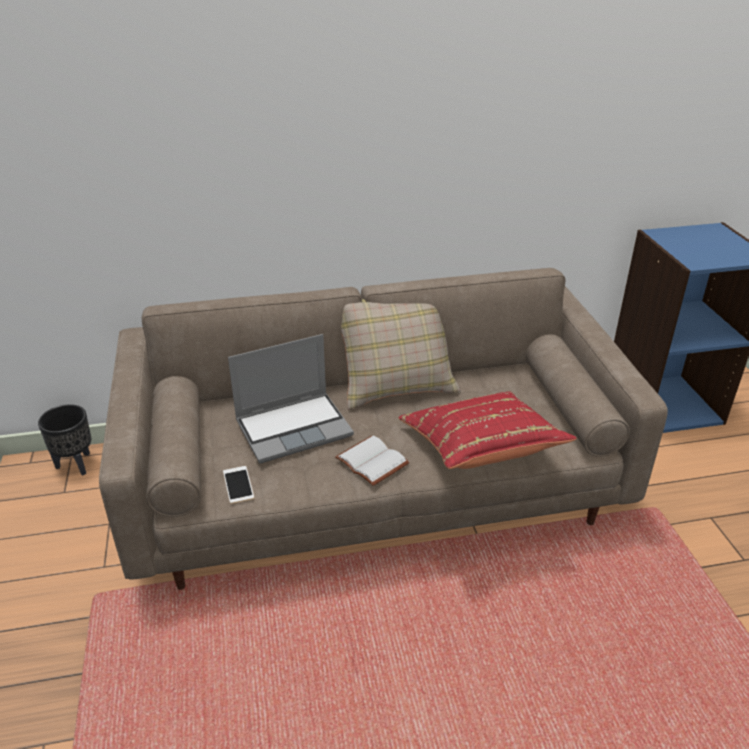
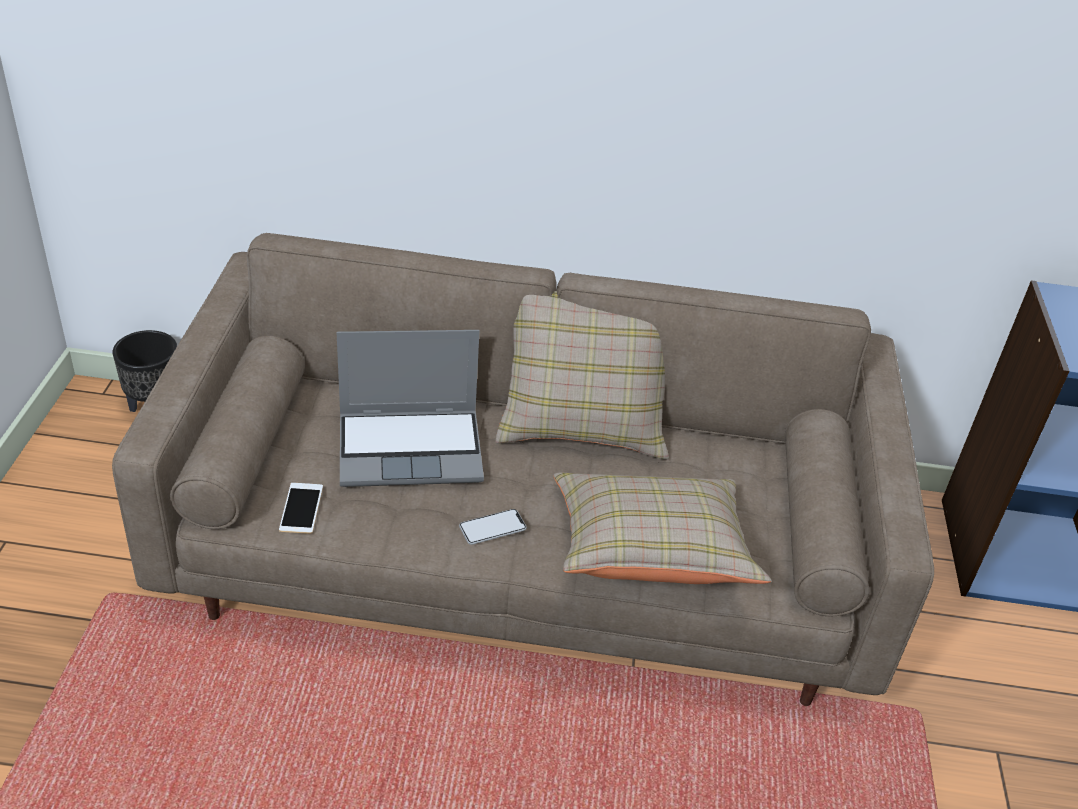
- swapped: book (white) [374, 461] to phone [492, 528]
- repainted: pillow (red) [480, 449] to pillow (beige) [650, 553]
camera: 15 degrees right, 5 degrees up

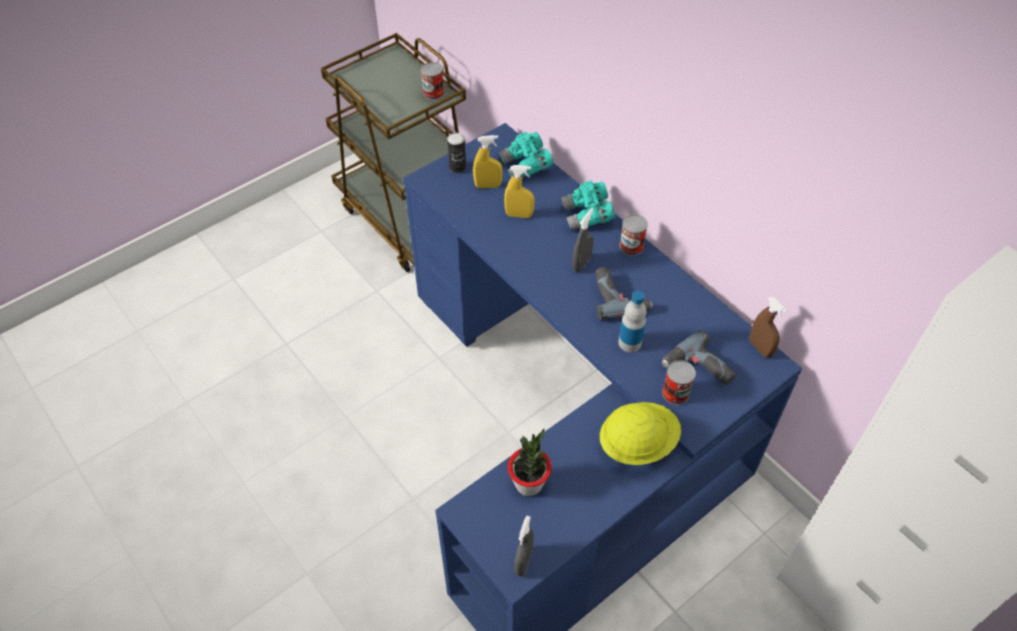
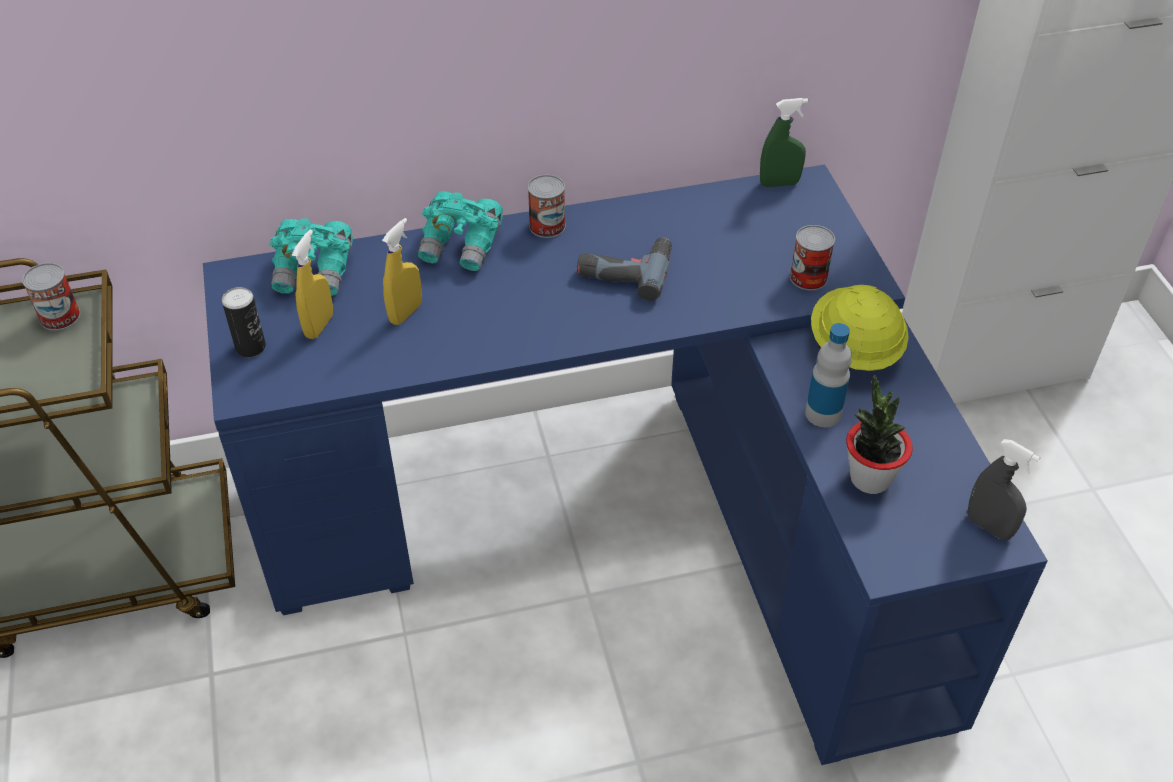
- gone: spray bottle (grey) [581, 263]
- gone: power drill [698, 369]
- shifted: bottle [629, 343] to [823, 413]
- repainted: spray bottle (brown) [760, 348] to spray bottle (green) [779, 183]
camera: 65 degrees left, 5 degrees down

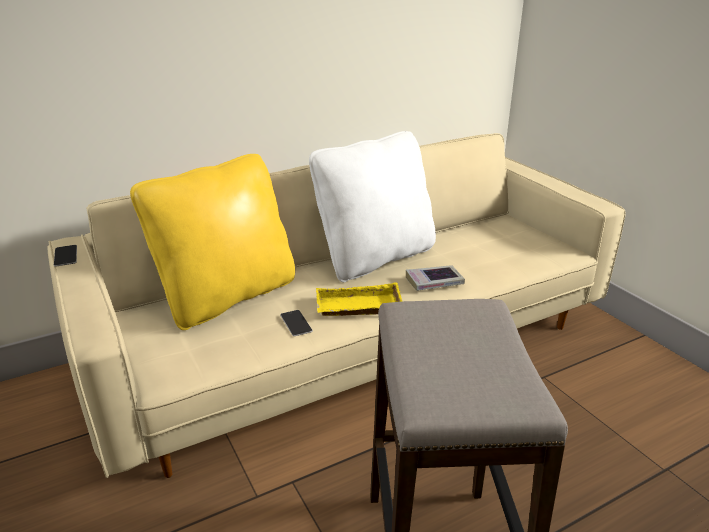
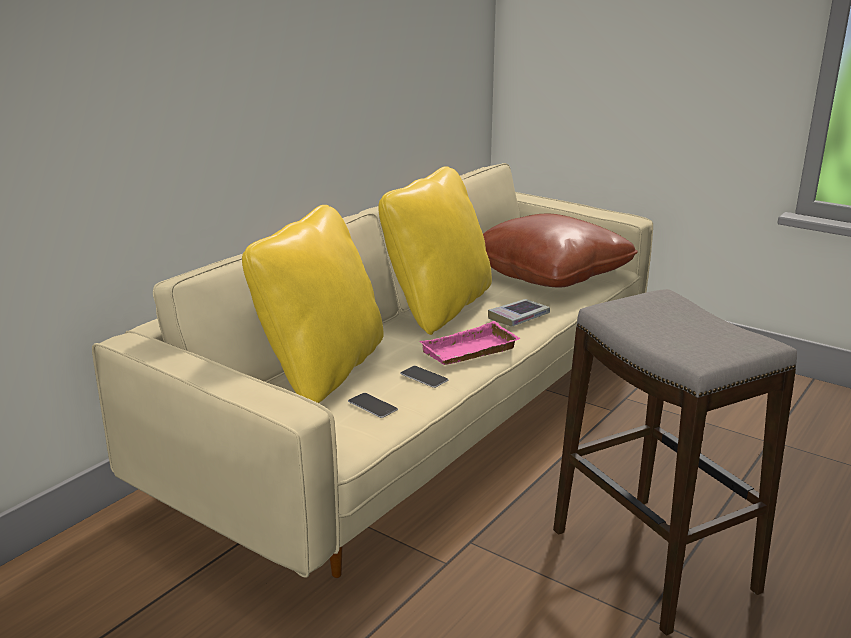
- new: pillow (brown) [549, 274]
- shifted: phone [65, 255] to [372, 405]
- repainted: pillow (white) [375, 258] to pillow (yellow) [438, 308]
- repainted: tray (yellow) [357, 308] to tray (pink) [470, 352]
camera: 25 degrees left, 5 degrees down

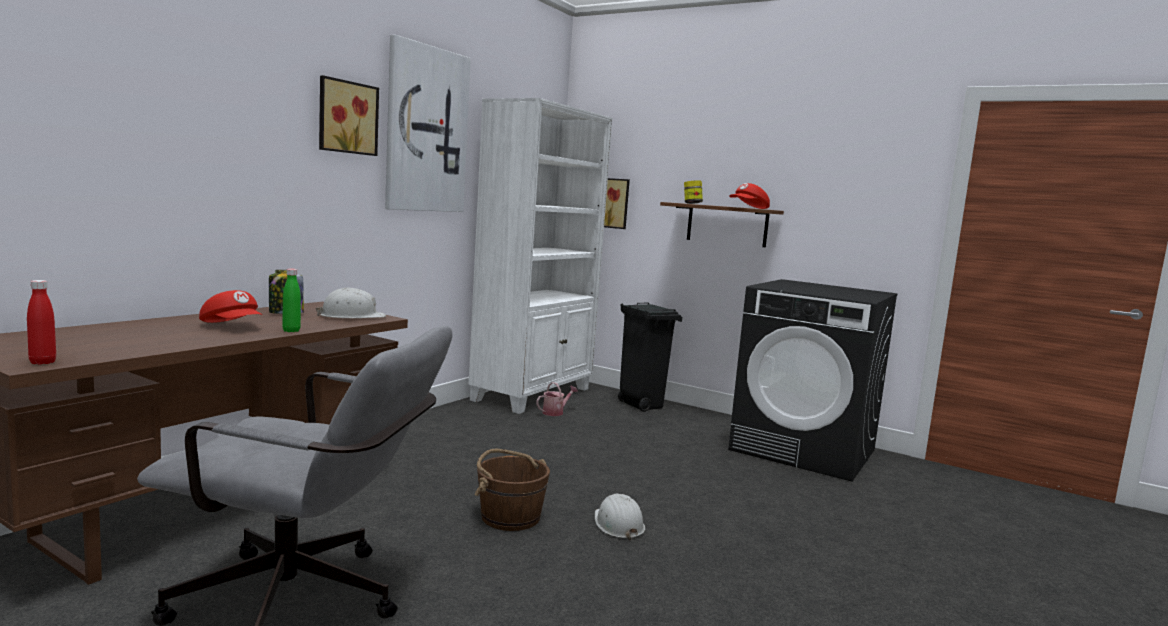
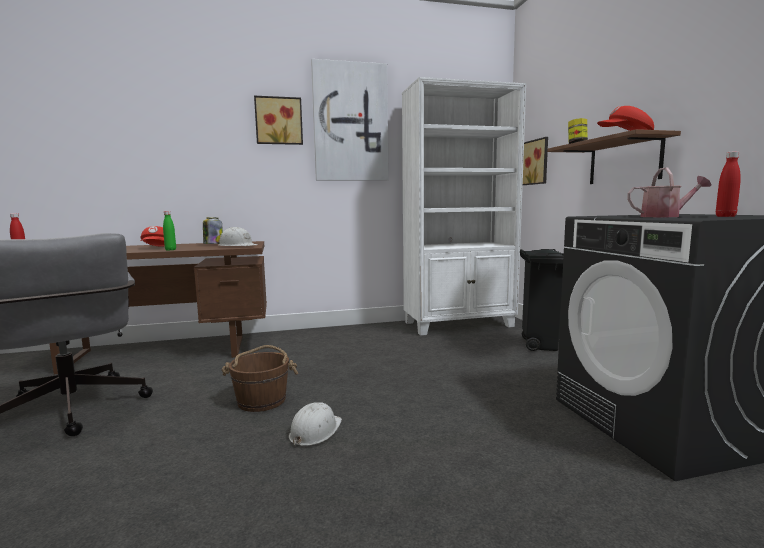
- new: bottle (red) [725, 216]
- shifted: watering can [555, 412] to [665, 216]
camera: 45 degrees right, 0 degrees up

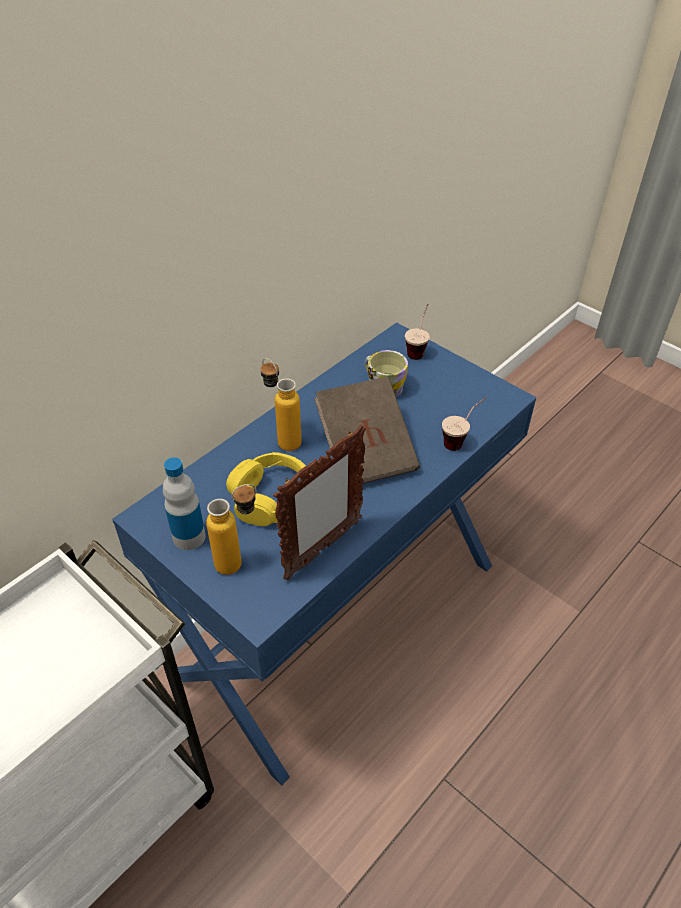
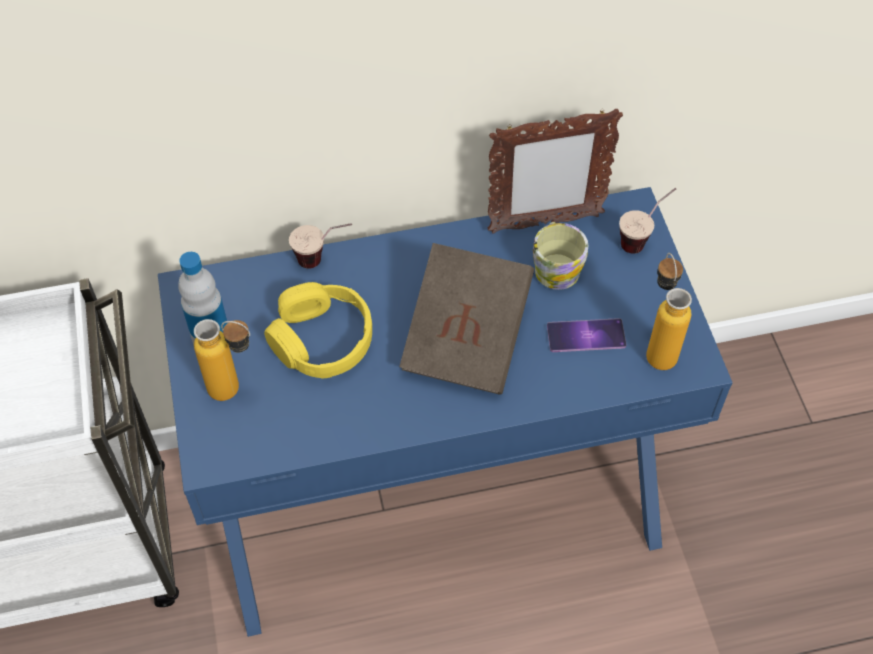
- new: phone [586, 335]
- shifted: bottle [282, 439] to [657, 347]
- shifted: picture frame [322, 549] to [544, 223]
- shifted: cup [461, 440] to [323, 259]
camera: 35 degrees right, 10 degrees up

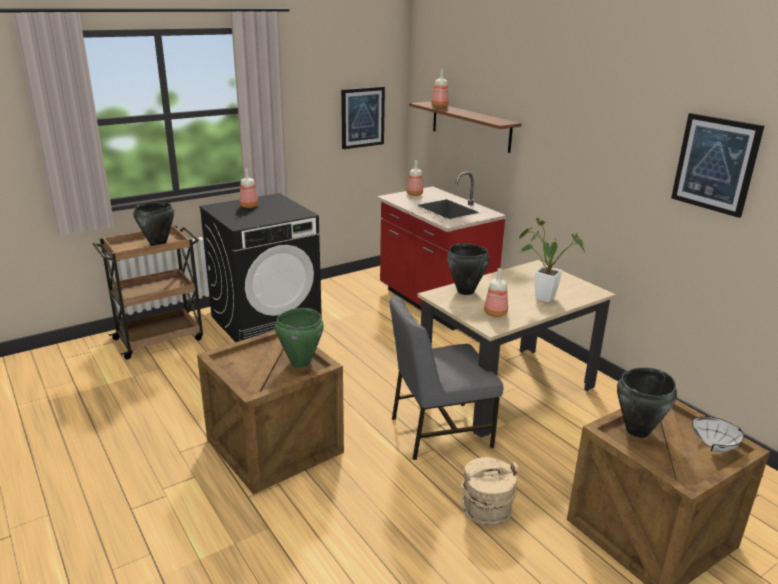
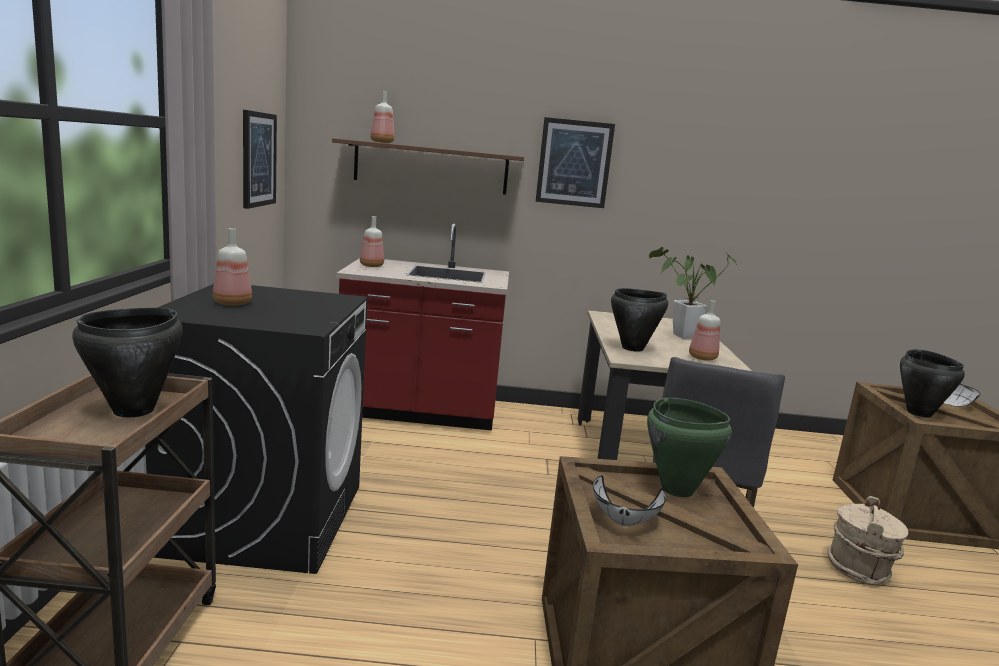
- new: bowl (white) [624, 522]
- shifted: picture [715, 164] to [574, 163]
camera: 55 degrees left, 10 degrees down

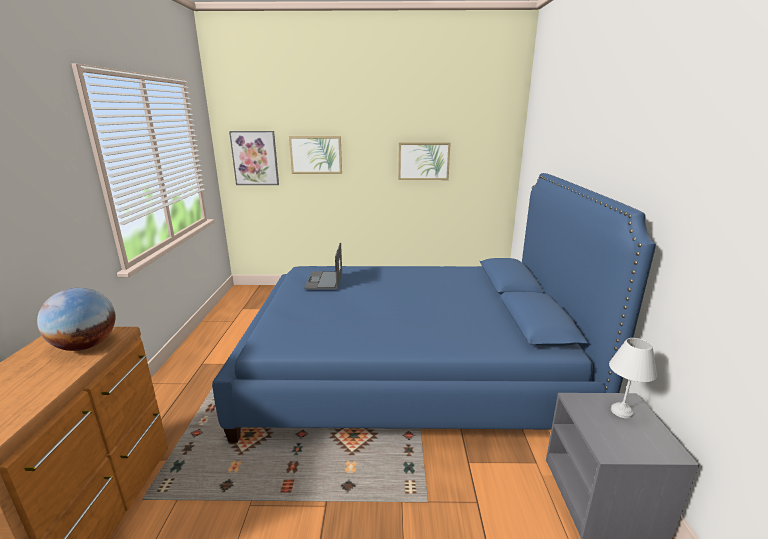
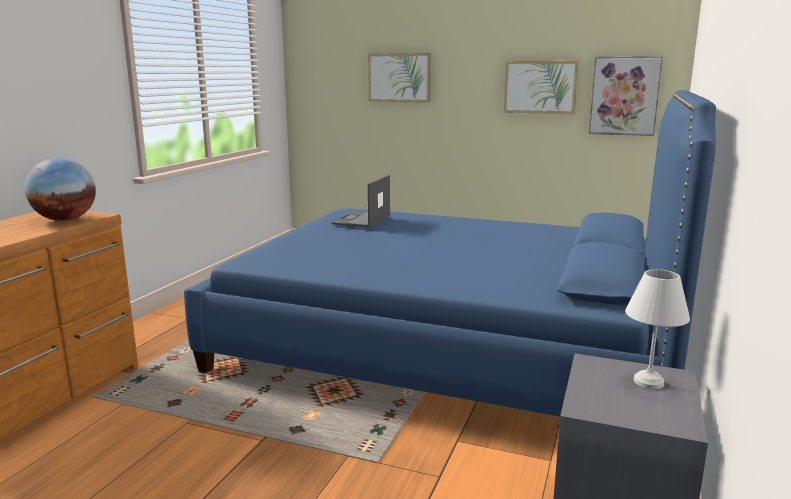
- shifted: picture [255, 158] to [624, 96]
camera: 20 degrees right, 5 degrees down

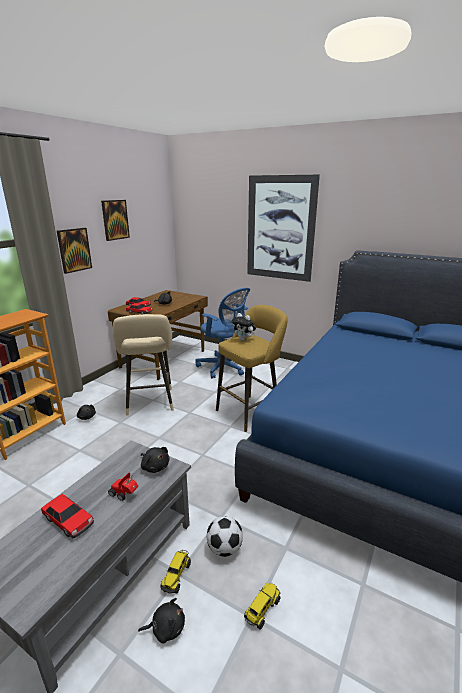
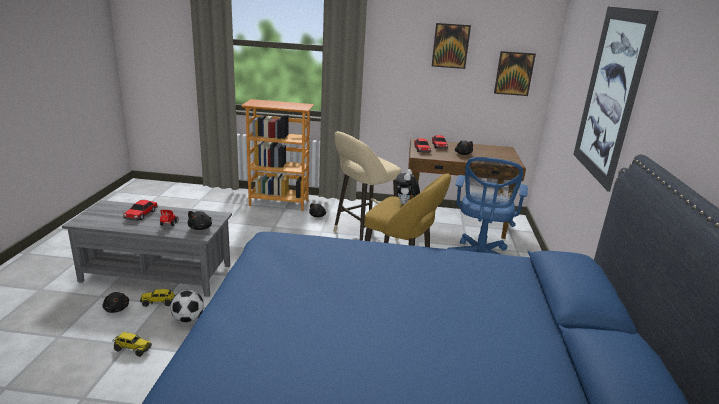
- shifted: picture [74, 250] to [514, 73]
camera: 65 degrees right, 0 degrees up

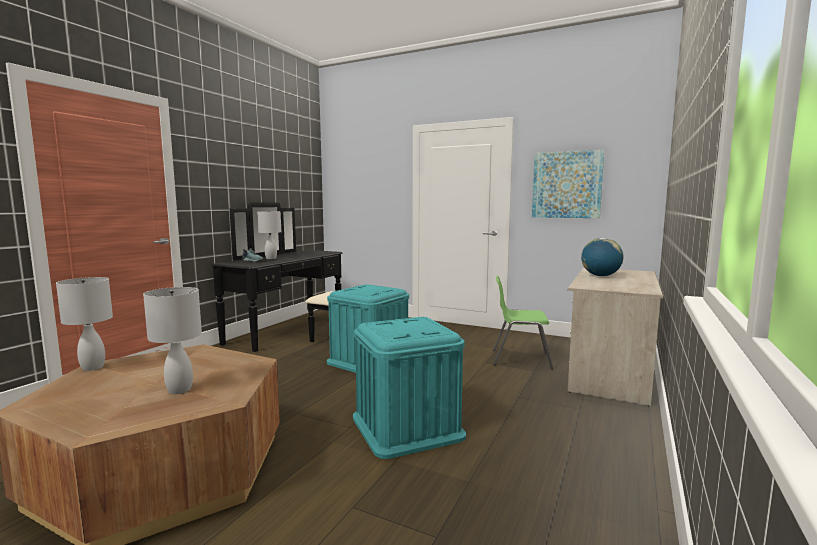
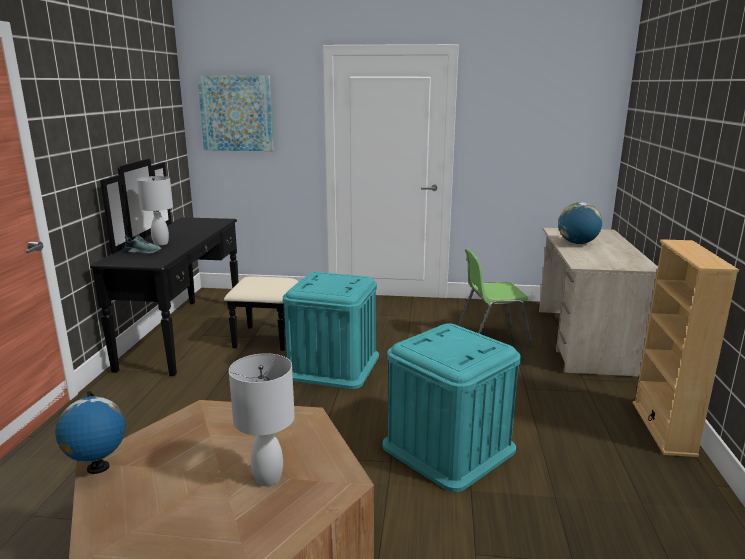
- new: bookcase (beige) [663, 428]
- shifted: picture [566, 185] to [236, 113]
- swapped: table lamp (white) [92, 367] to globe [98, 468]
camera: 20 degrees left, 10 degrees up

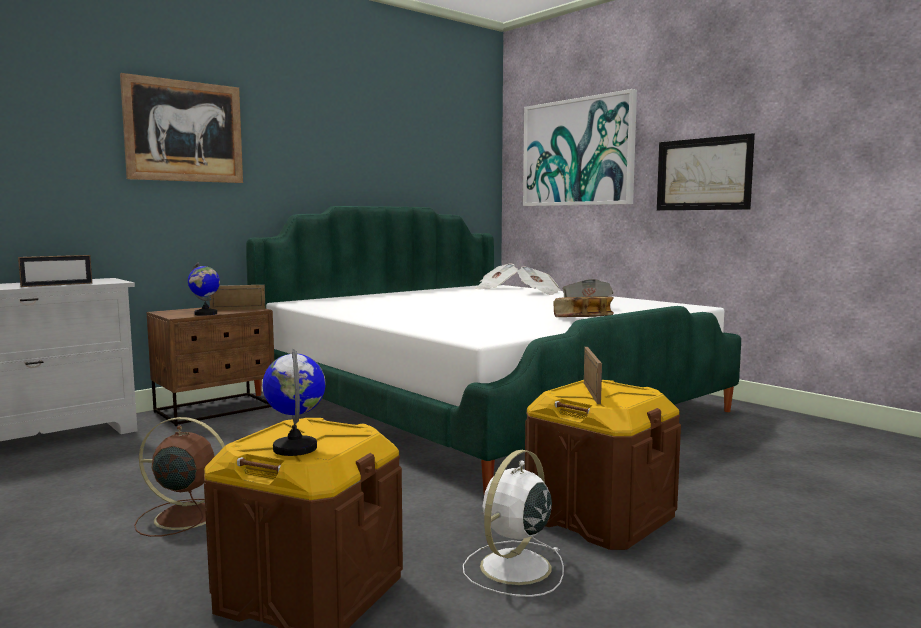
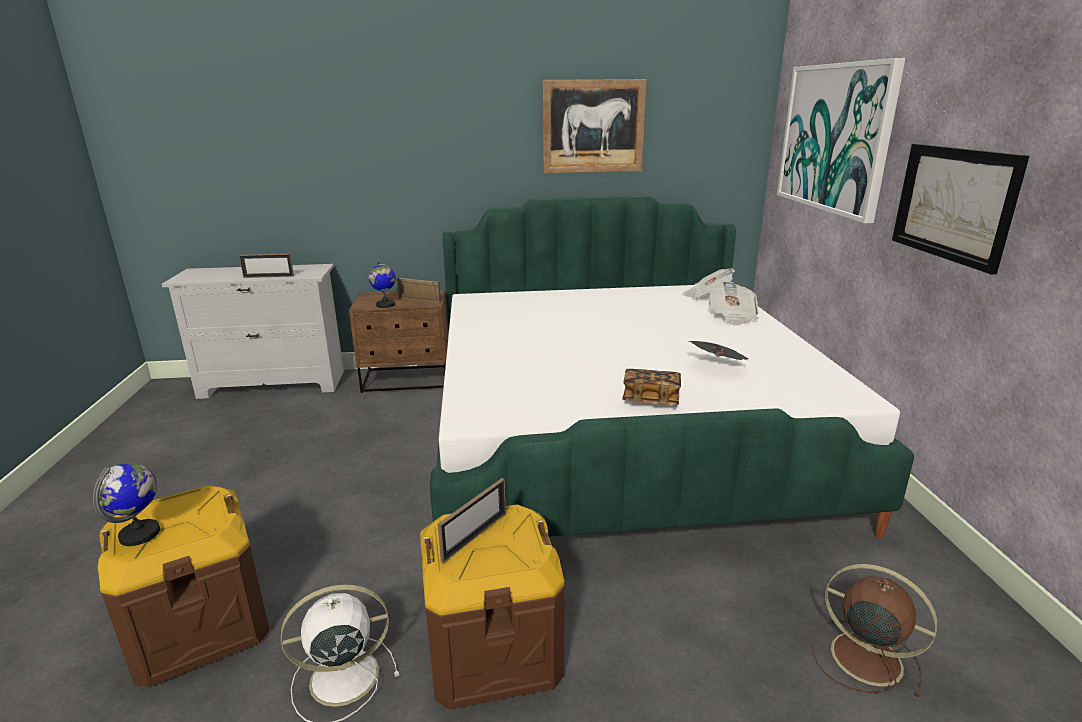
- shifted: picture [184, 131] to [593, 126]
- shifted: fan (brown) [183, 517] to [862, 656]
camera: 35 degrees right, 15 degrees up

